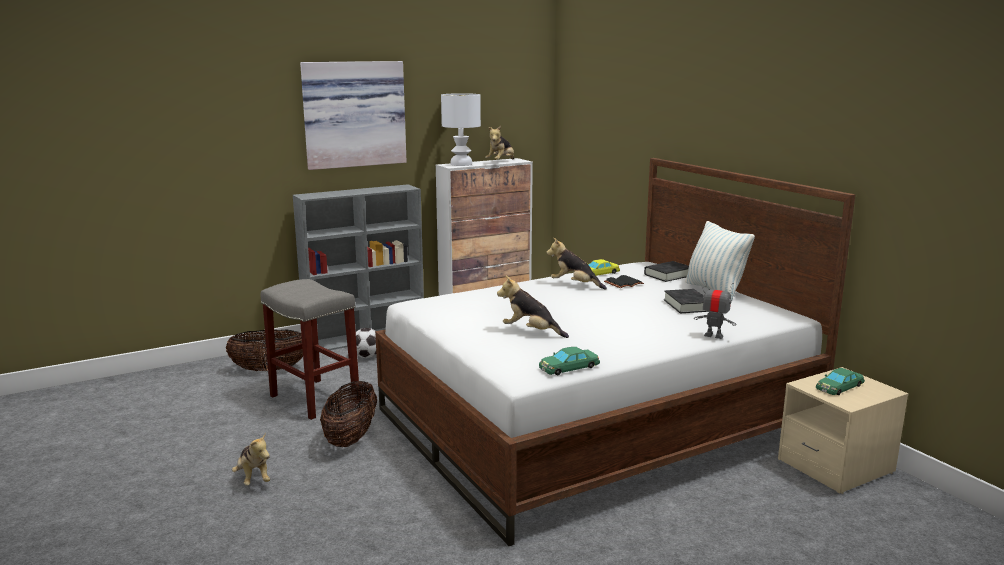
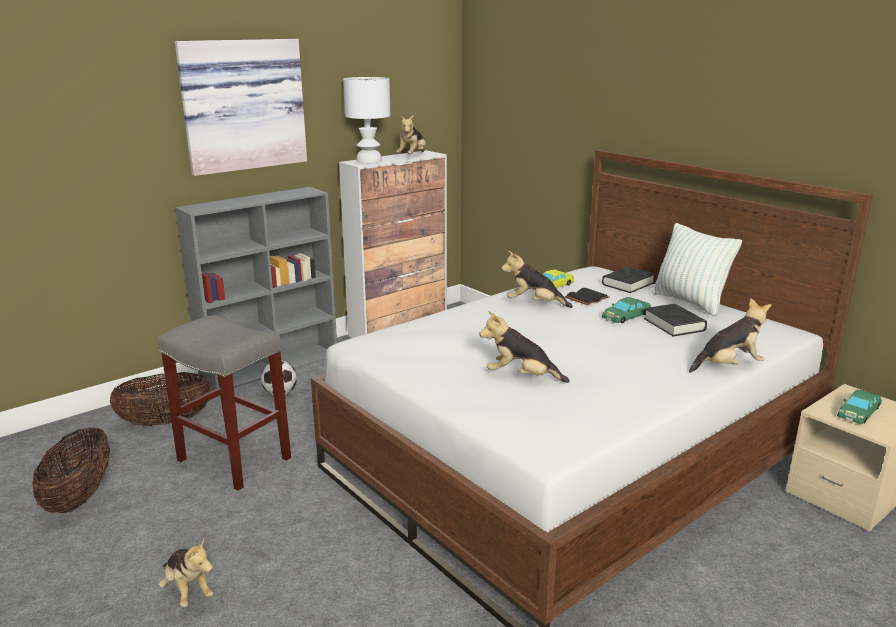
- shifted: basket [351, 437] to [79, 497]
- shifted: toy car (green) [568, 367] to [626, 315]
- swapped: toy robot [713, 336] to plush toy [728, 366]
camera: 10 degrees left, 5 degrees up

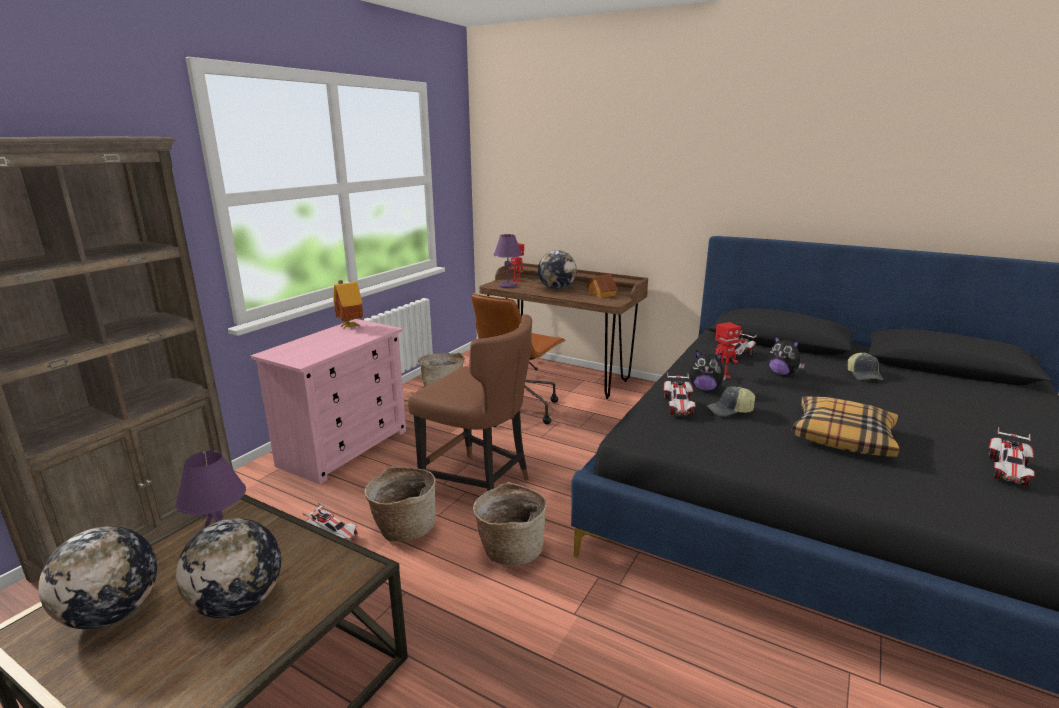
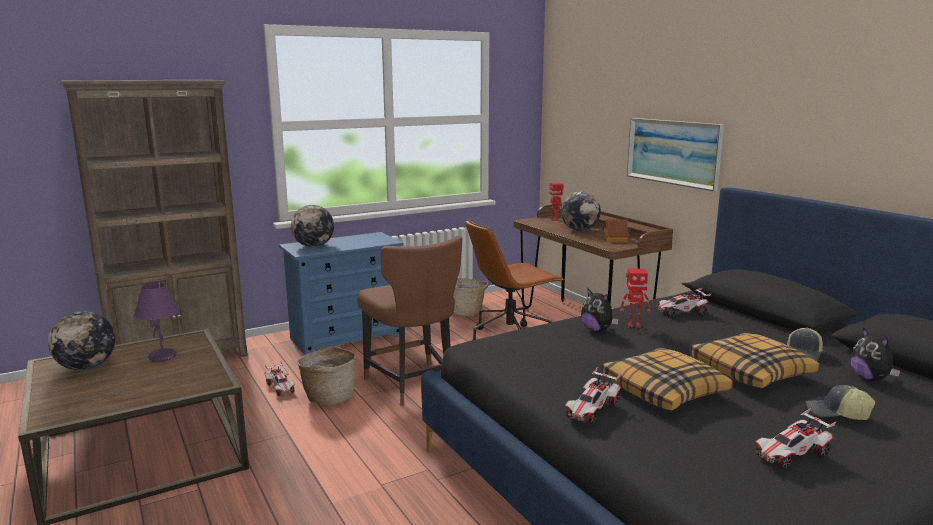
- gone: toy house [349, 326]
- gone: basket [510, 549]
- gone: table lamp (purple) [508, 286]
- new: picture [673, 152]
- new: pillow [751, 371]
- shifted: globe [239, 603] to [314, 246]
- shifted: toy car [678, 406] to [592, 411]
- shifted: cap [730, 411] to [837, 414]
- shifted: plush toy [782, 374] to [870, 379]
- repainted: dresser (pink) [345, 447] to dresser (blue) [346, 337]
camera: 30 degrees right, 5 degrees down

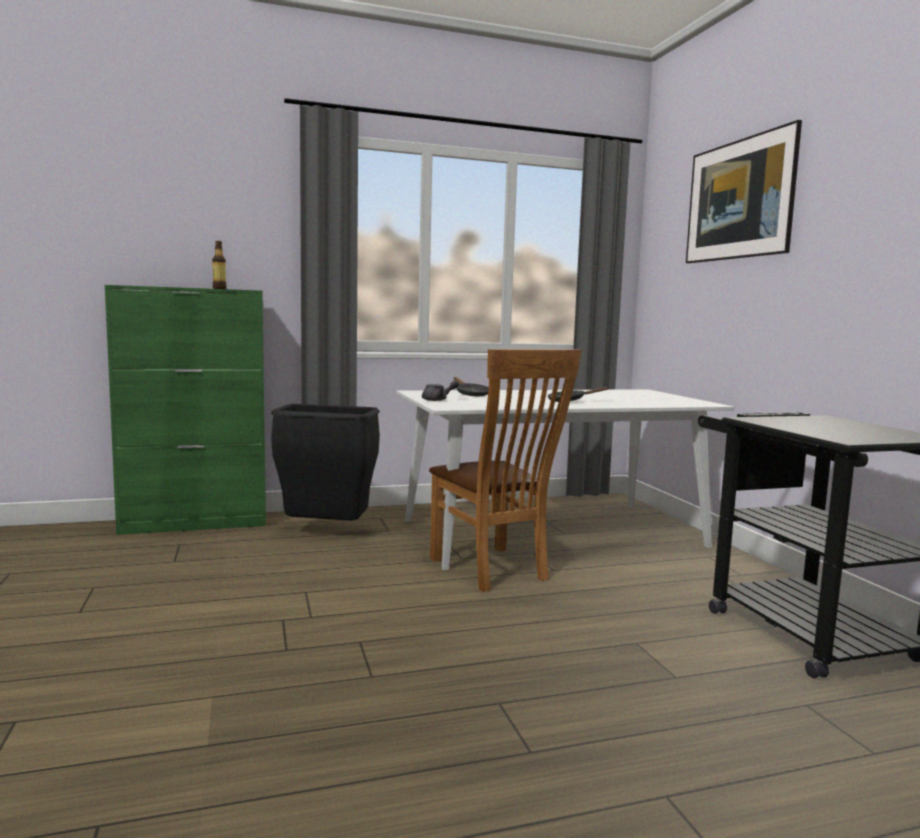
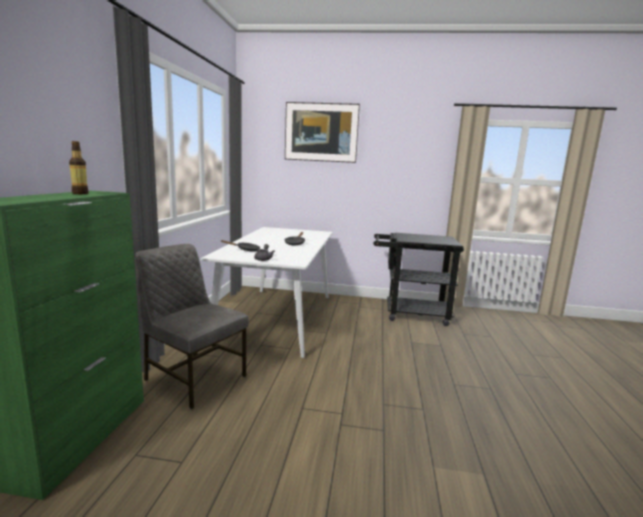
- gone: chair (brown) [493, 571]
- swapped: trash can (black) [327, 532] to chair (grey) [193, 378]
camera: 65 degrees left, 5 degrees up

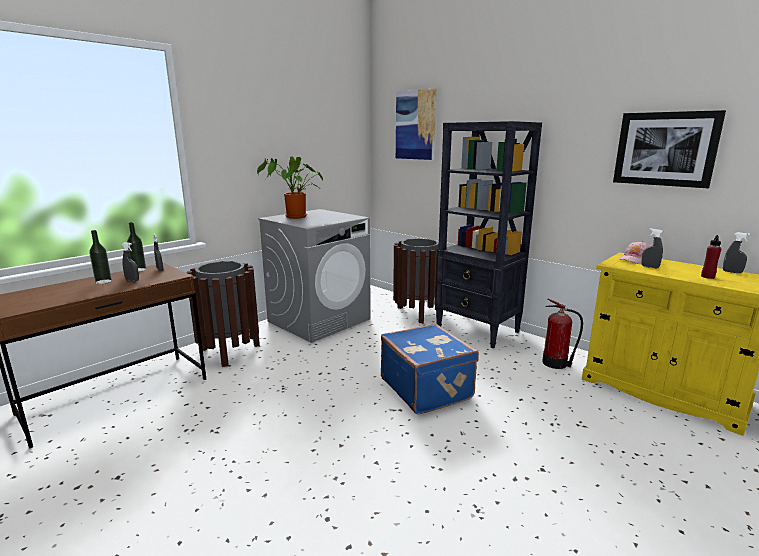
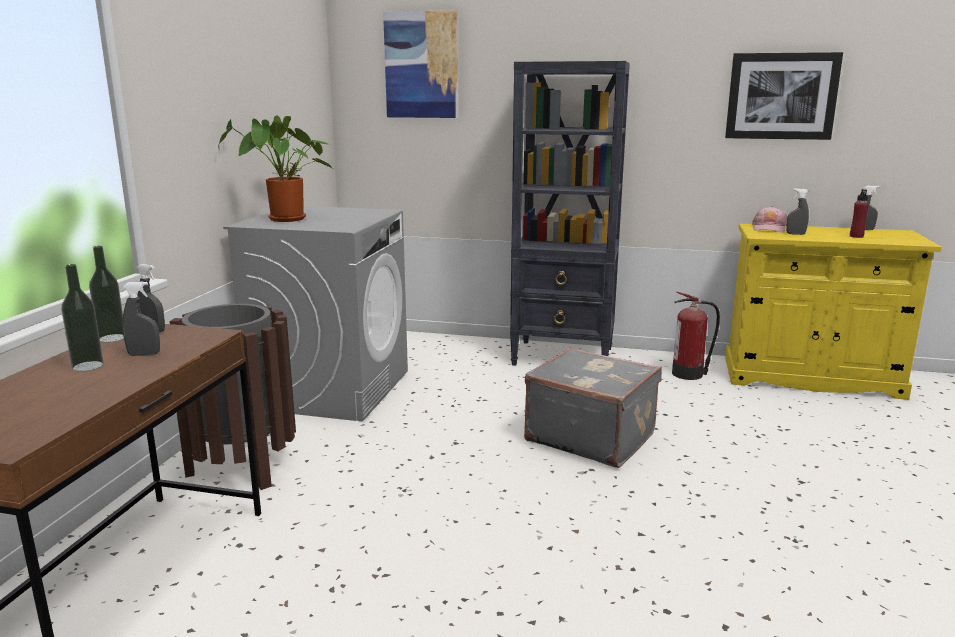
- gone: trash can (brown) [418, 313]
- repainted: suitcase (blue) [427, 388] to suitcase (grey) [590, 437]
camera: 30 degrees left, 0 degrees up

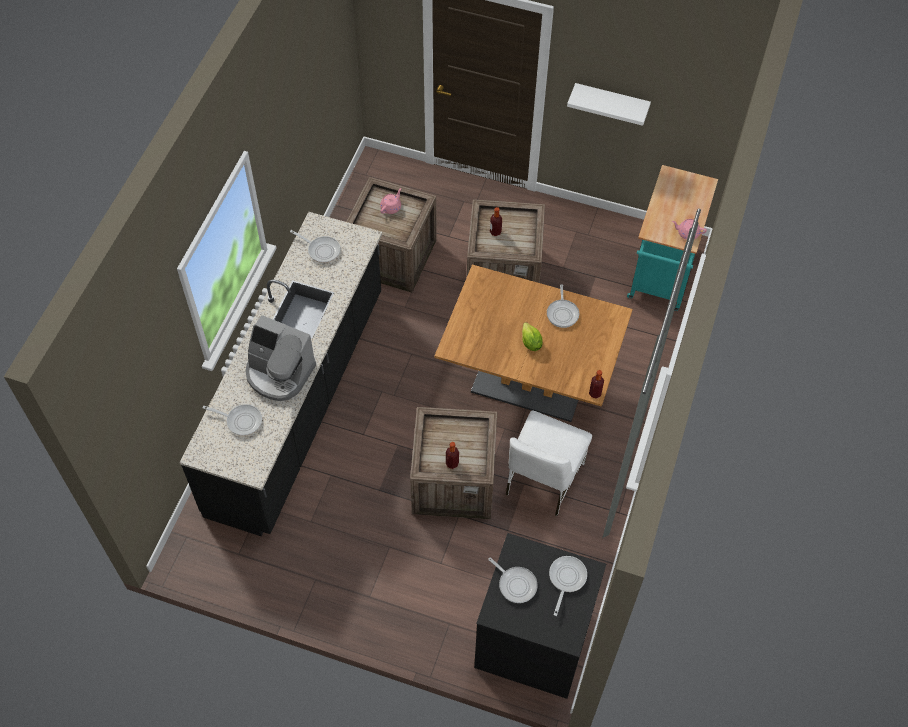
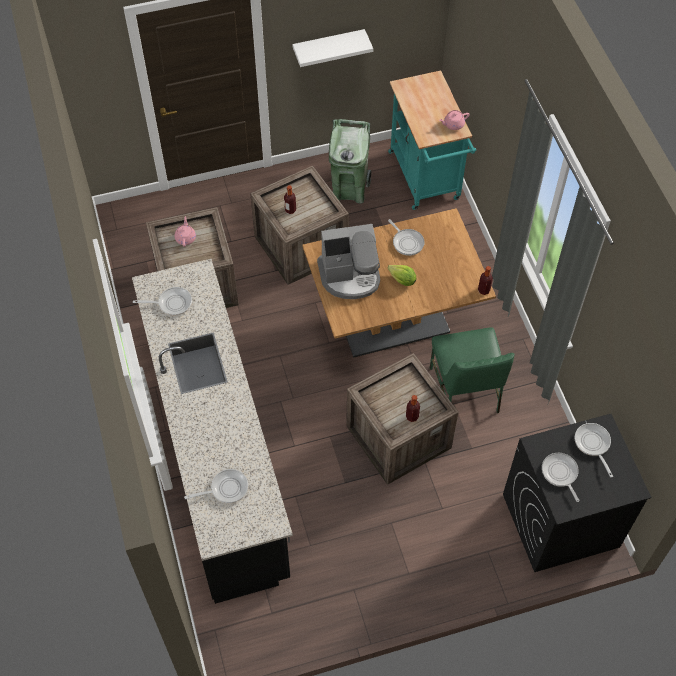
- new: trash can (green) [349, 190]
- shifted: coffee machine [279, 373] to [350, 276]
- repainted: chair (white) [543, 479] to chair (green) [465, 391]
- rotated: frying pan [515, 584] = [560, 473] 120 degrees counterclockwise
camera: 35 degrees left, 0 degrees up

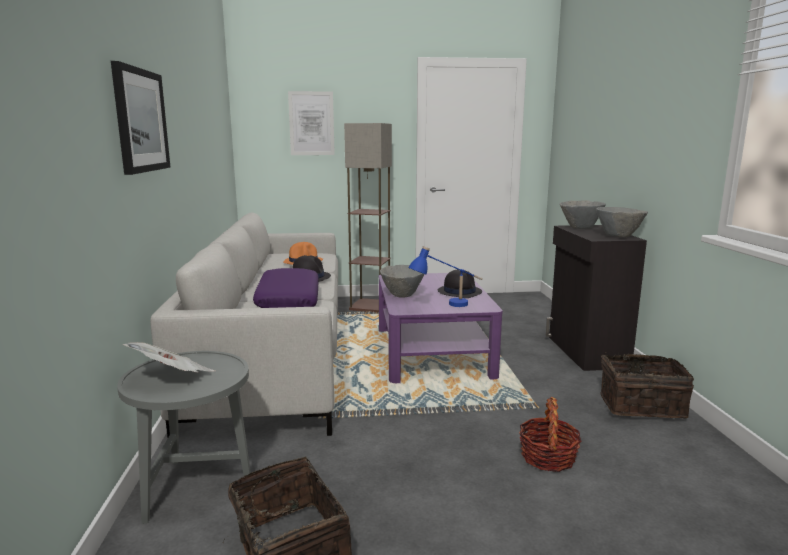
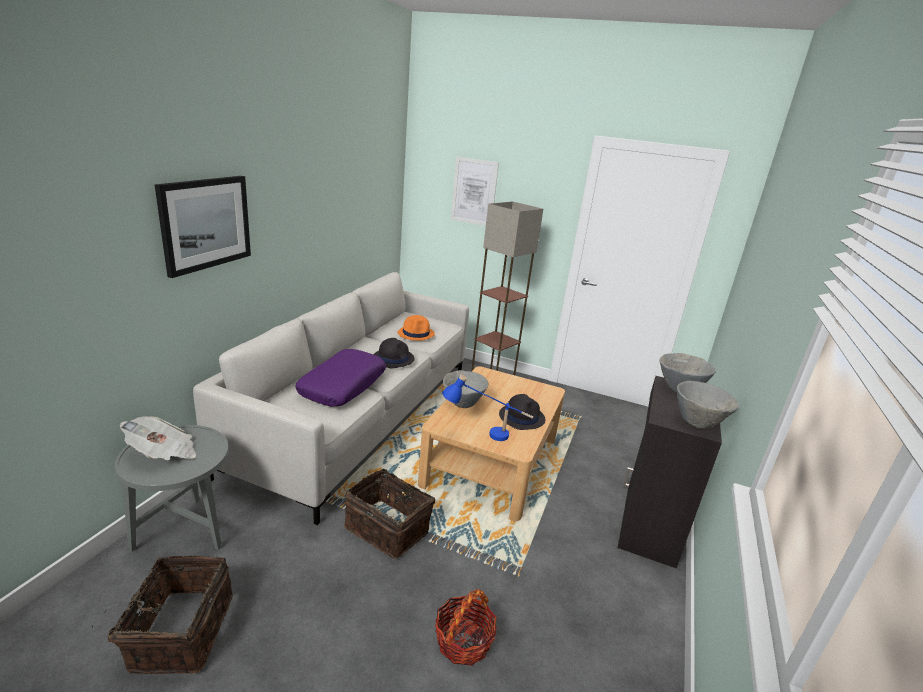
- shifted: basket [640, 405] to [389, 528]
- repainted: coffee table (purple) [432, 351] to coffee table (beige) [491, 461]
camera: 25 degrees right, 10 degrees up

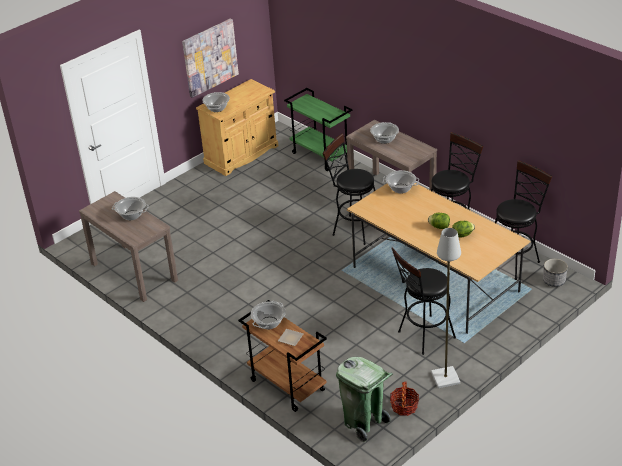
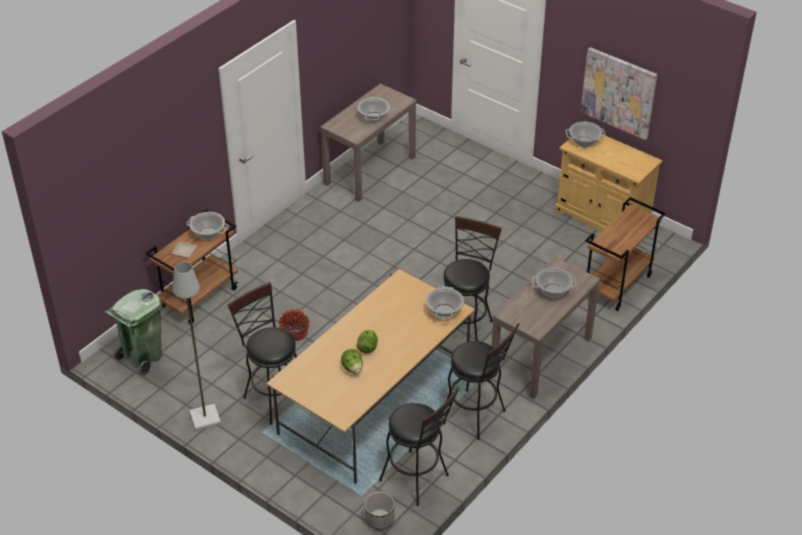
- shifted: basket [404, 406] to [295, 332]
- repainted: cart (green) [321, 155] to cart (brown) [617, 285]
camera: 80 degrees right, 5 degrees up

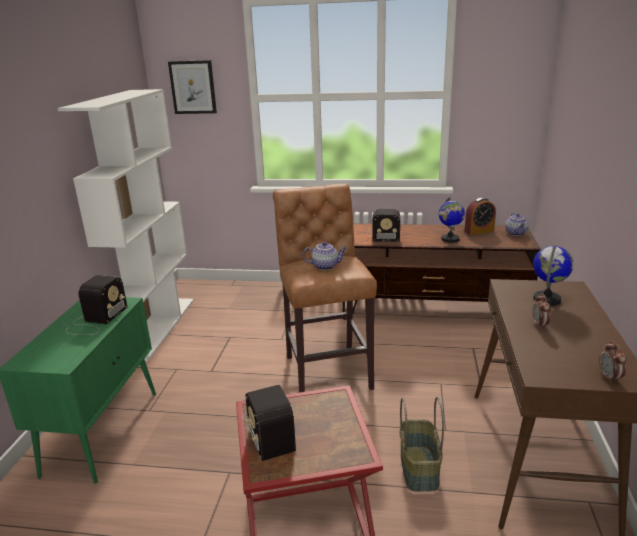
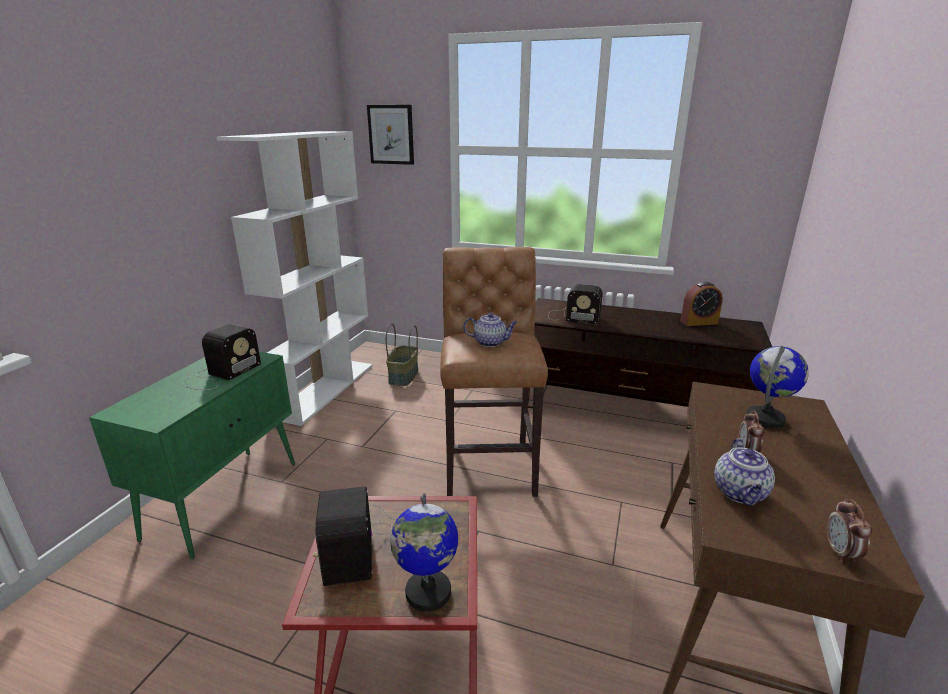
- shifted: basket [420, 469] to [404, 376]
- shifted: globe [450, 239] to [427, 592]
- shifted: teapot [516, 233] to [740, 493]
camera: 10 degrees right, 0 degrees up

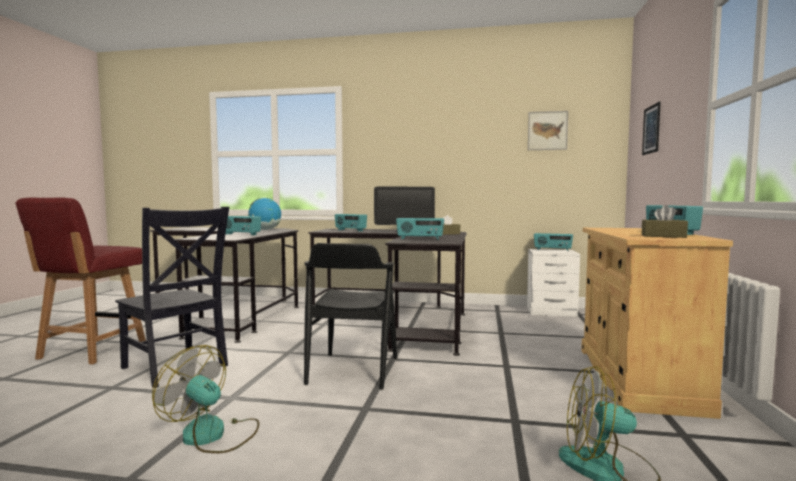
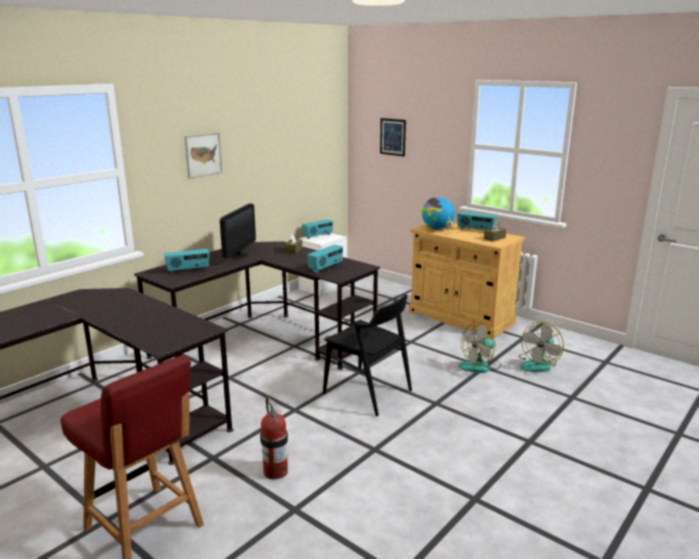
- gone: radio [240, 234]
- shifted: fan [212, 435] to [480, 366]
- shifted: globe [265, 230] to [437, 229]
- shifted: picture [547, 130] to [203, 155]
- swapped: chair (black) [175, 368] to fire extinguisher [275, 471]
camera: 60 degrees left, 15 degrees up

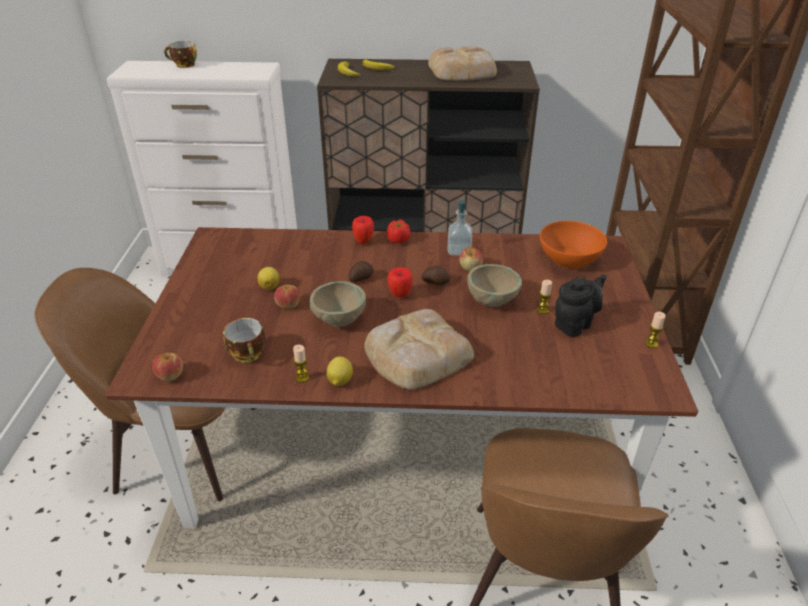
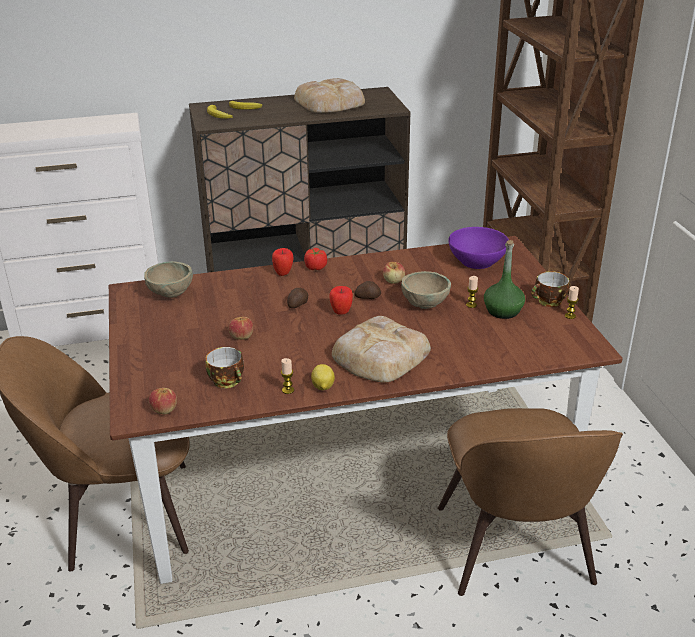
- gone: lemon [270, 286]
- gone: soap dispenser [459, 251]
- shifted: cup [184, 65] to [548, 302]
- shifted: bowl (beige) [339, 320] to [171, 294]
- swapped: teapot (black) [575, 324] to bottle (green) [503, 311]
- repainted: bowl (orange) [569, 259] to bowl (purple) [477, 261]
camera: 15 degrees left, 5 degrees down

